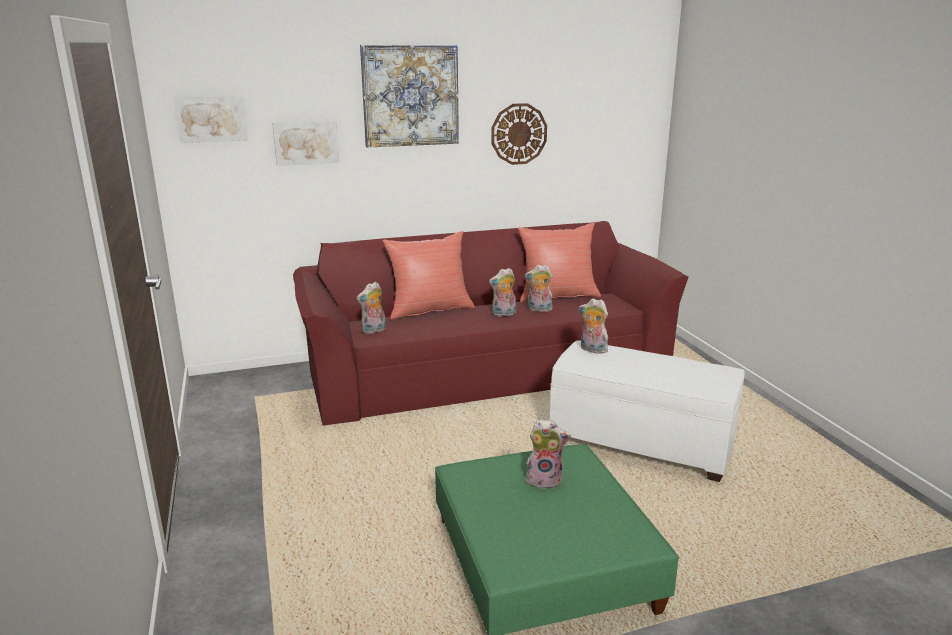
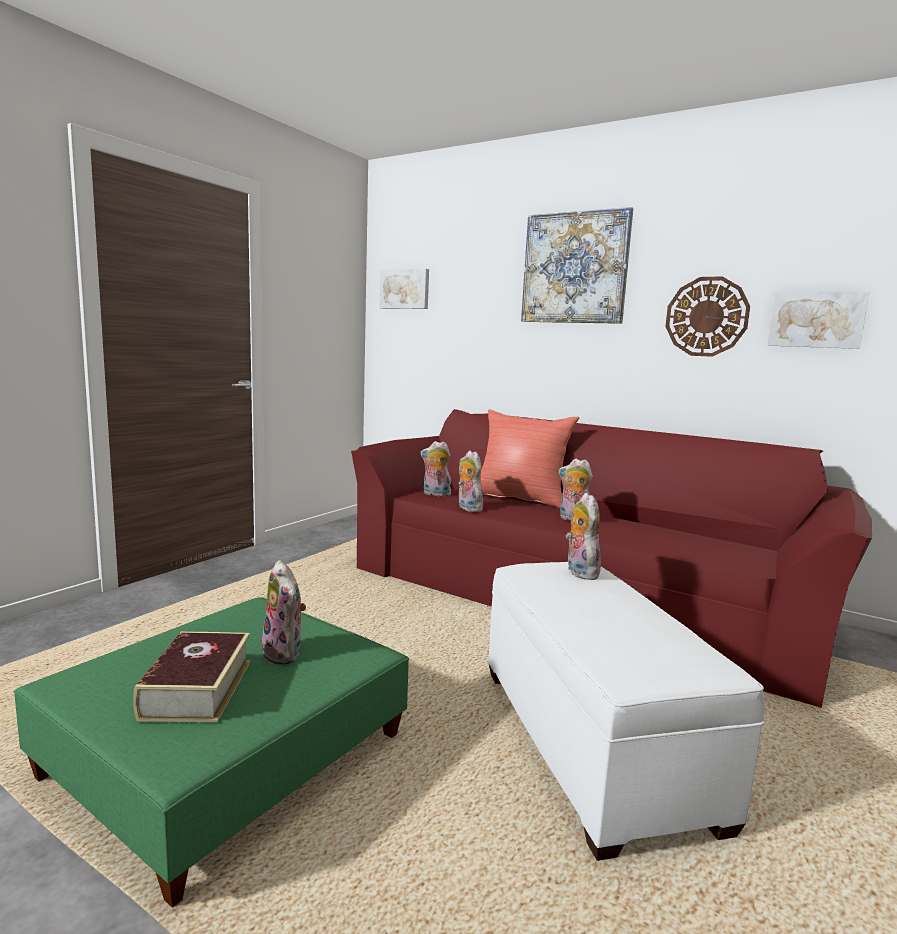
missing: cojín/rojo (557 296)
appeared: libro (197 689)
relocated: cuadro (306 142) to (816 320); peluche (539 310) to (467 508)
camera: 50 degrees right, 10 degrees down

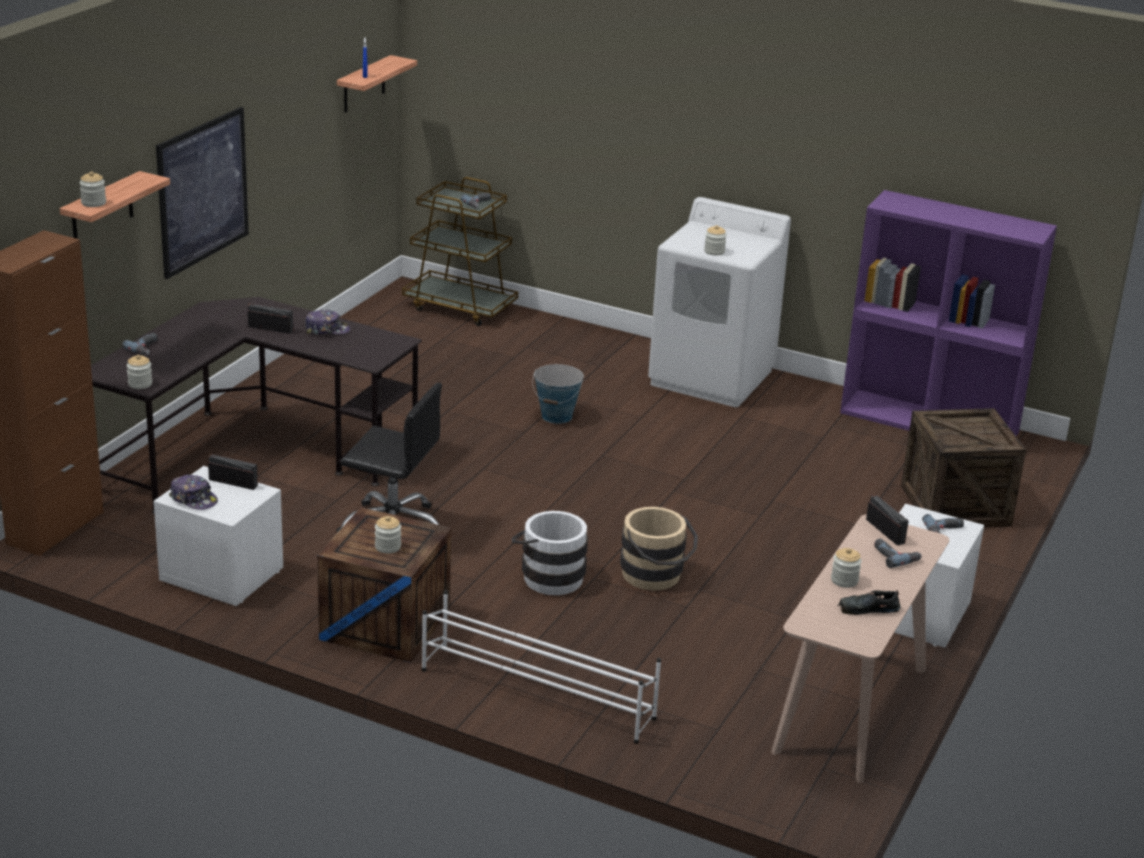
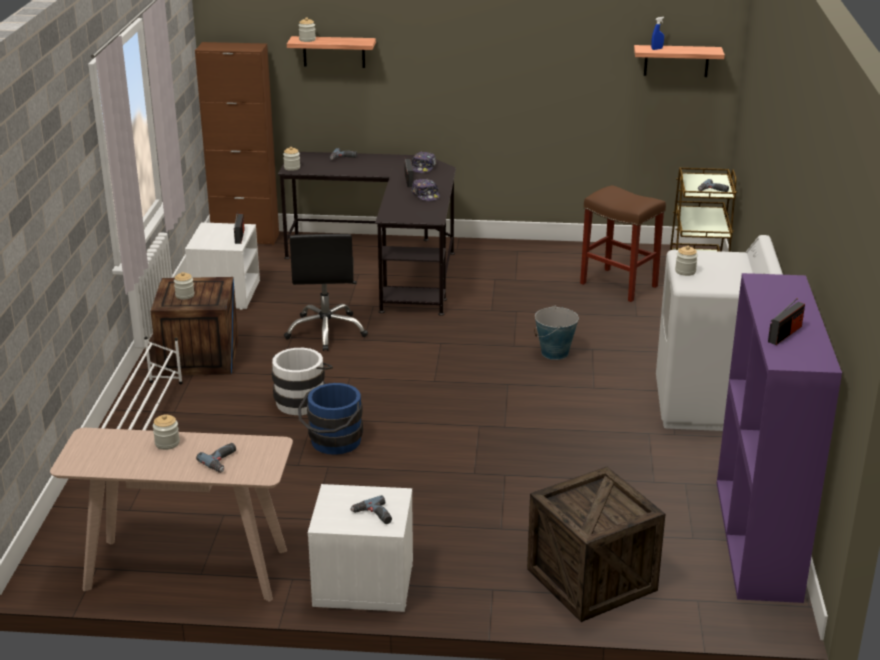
missing: cuadro (202 191); zapato/negro (867 609)
appeared: taburete/marrón (620 285)
relocated: gorra (194 499) to (423 167); radio (885 531) to (785 334)
colour: cubo/beis (655 577) to cubo/azul (333 443)
camera: 70 degrees right, 0 degrees up

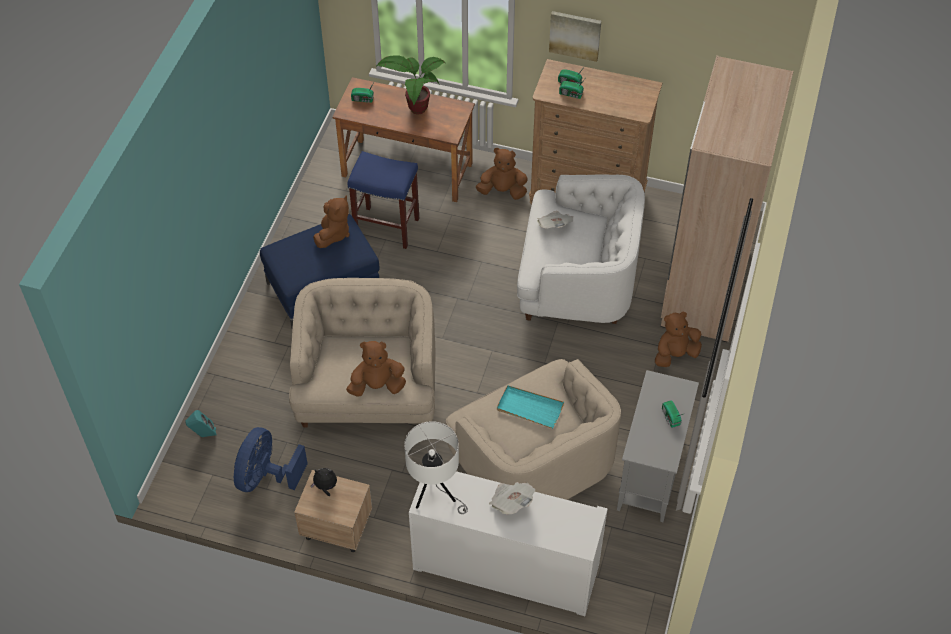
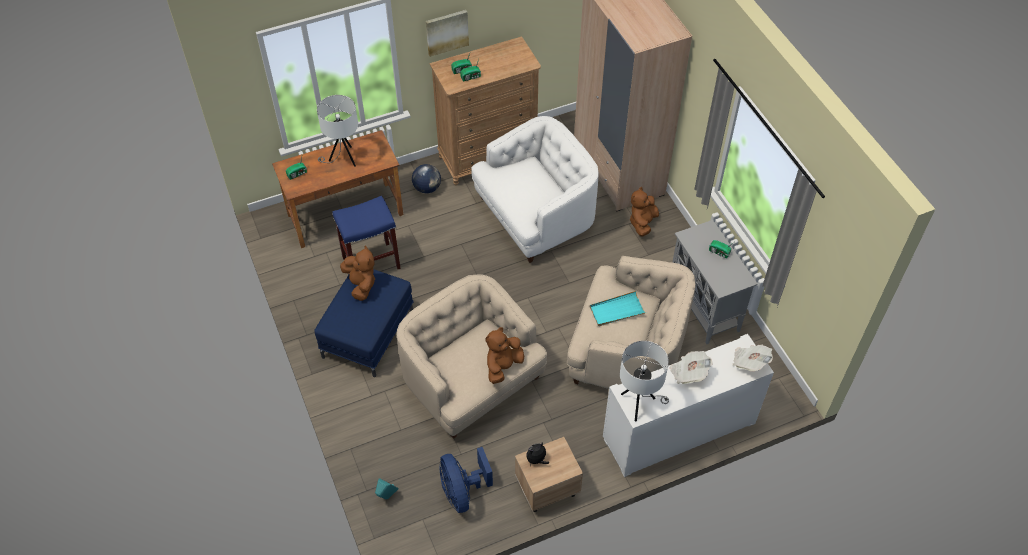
relocated: periódico (554 226) to (749 362)
exchanged: planta en maceta (415 109) to lámpara de mesa/blanco (343 158); peluche/marrón (502 191) to globo terráqueo (427 188)
camera: 40 degrees left, 0 degrees up

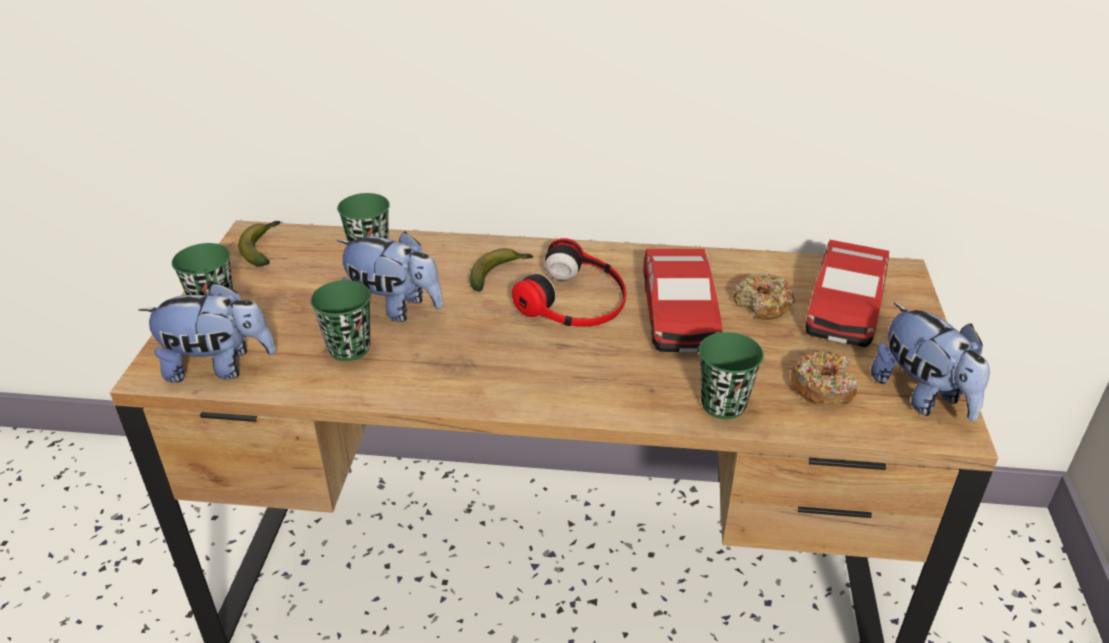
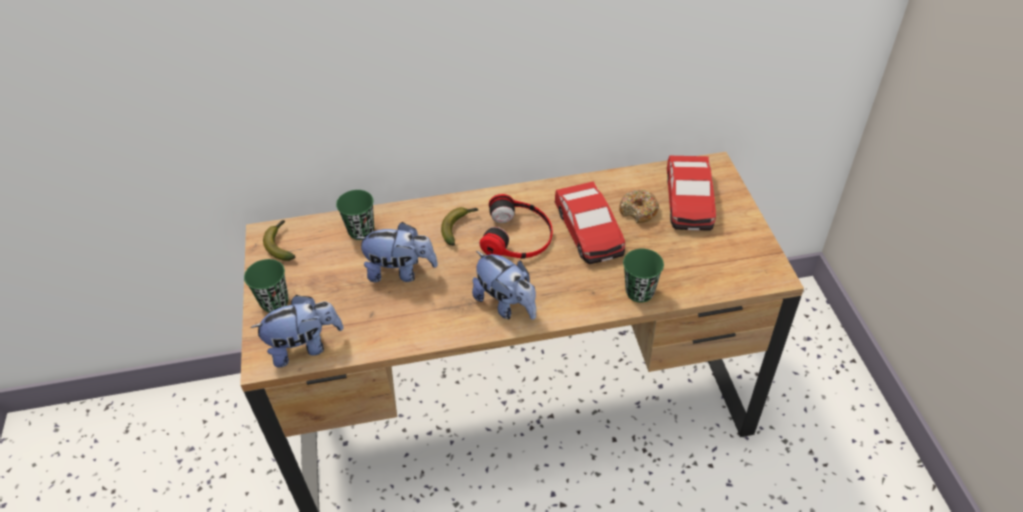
missing: taza/verde (349 348); rosquilla (822 387)
relocated: peluche (922 396) to (506 304)
camera: 15 degrees left, 10 degrees up

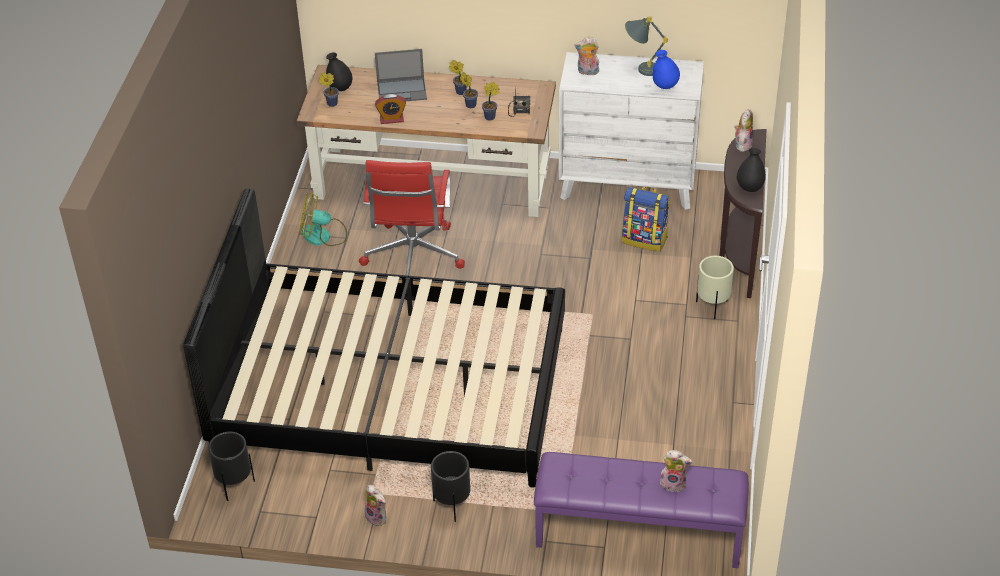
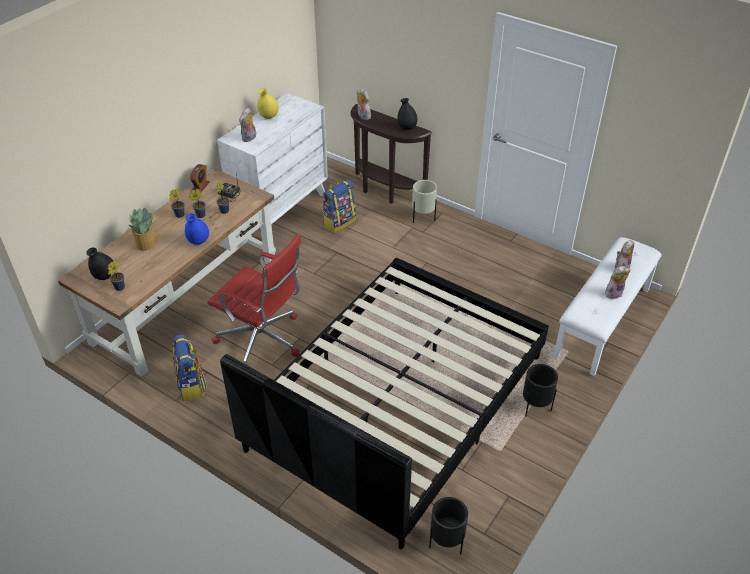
relocated: peluche (377 517) to (613 293); despertador (391 119) to (200 186); florero/azul (665 86) to (198 241)
exchanged: ventilador (323 236) to mochila (191 385); portátil (402 90) to planta en maceta (145 243); lámpara de mesa/gris (640 68) to florero/amarillo (268 117)
colour: banco/morado (638 534) to banco/blanco (603 322)
camera: 65 degrees left, 0 degrees up

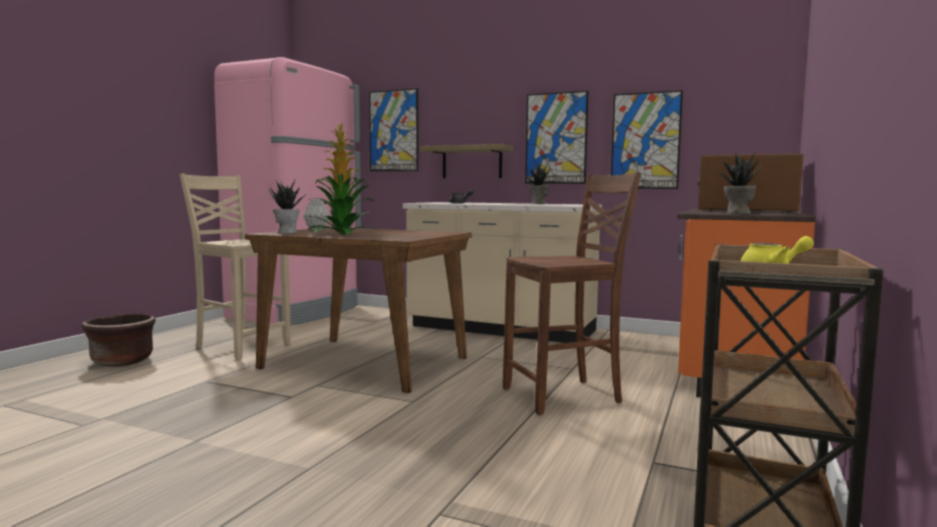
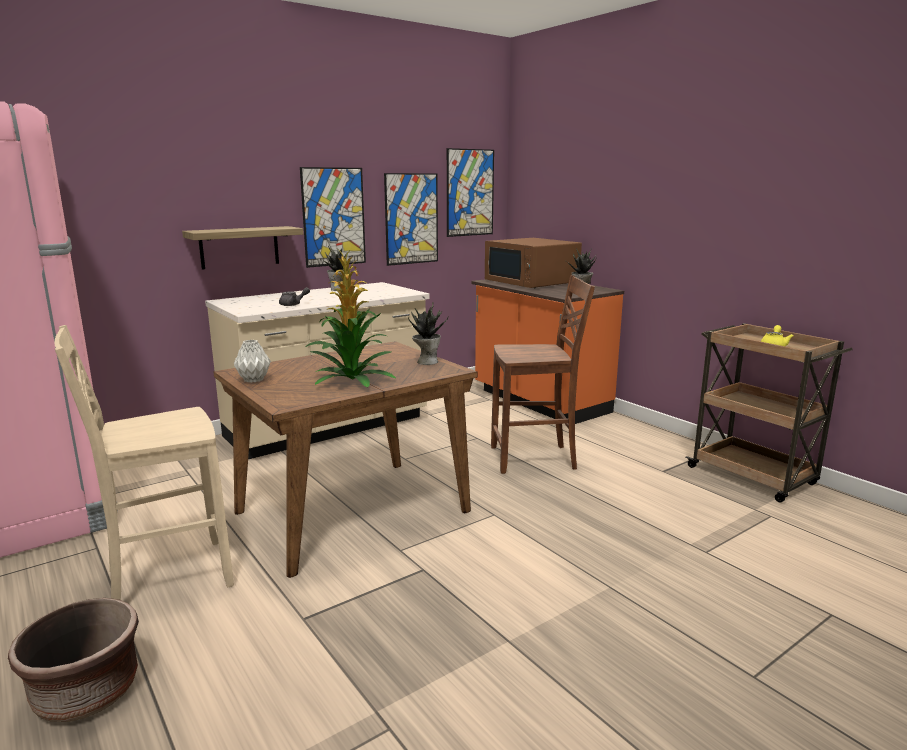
relocated: planta en maceta (287 233) to (426 361); cuadro (393 131) to (470 193)
spun: silla/marrón (564 396) = (535 459) 75 degrees clockwise
camera: 60 degrees left, 10 degrees up

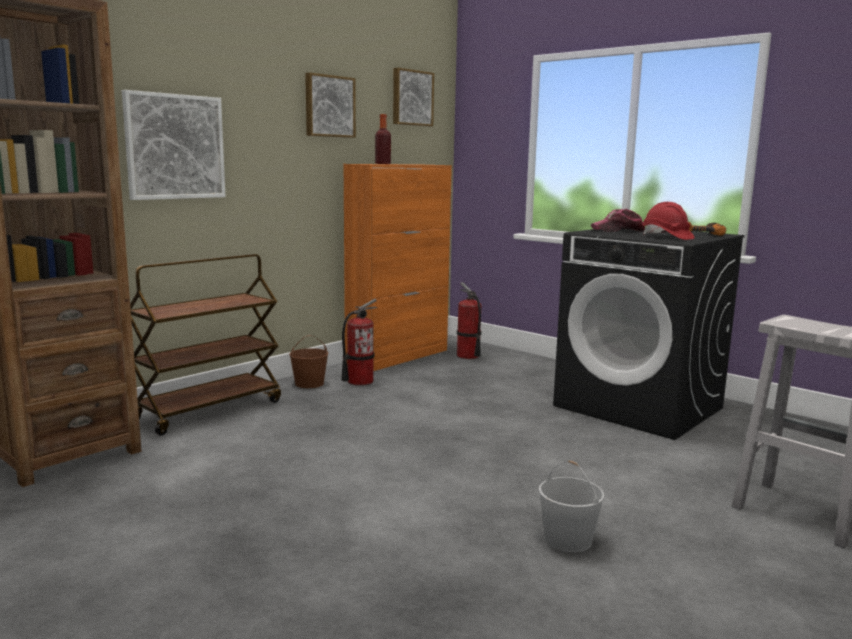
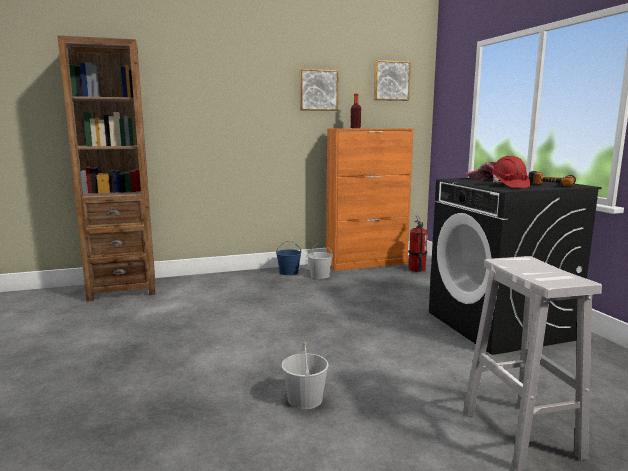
missing: cuadro (174 147); carrito/marrón (209 410)
exchanged: extintor (359 381) to cubo/blanco (320 275)
colour: cubo/marrón (309 383) to cubo/azul (289 272)
camera: 30 degrees right, 0 degrees up

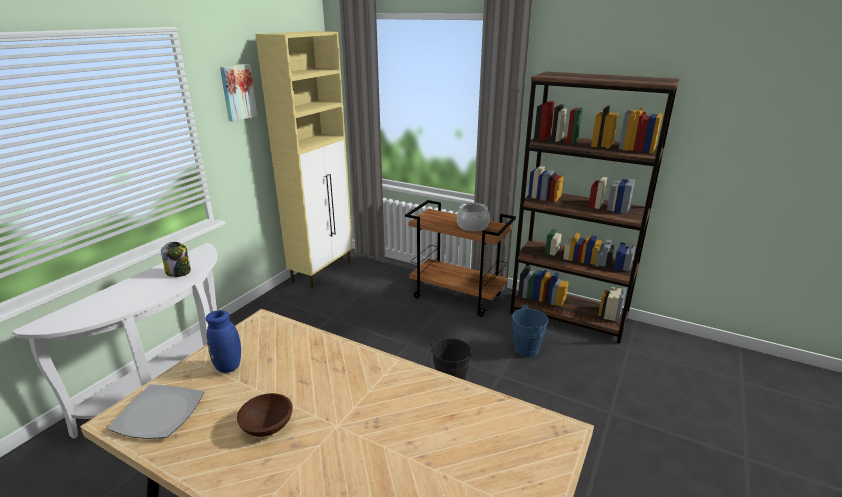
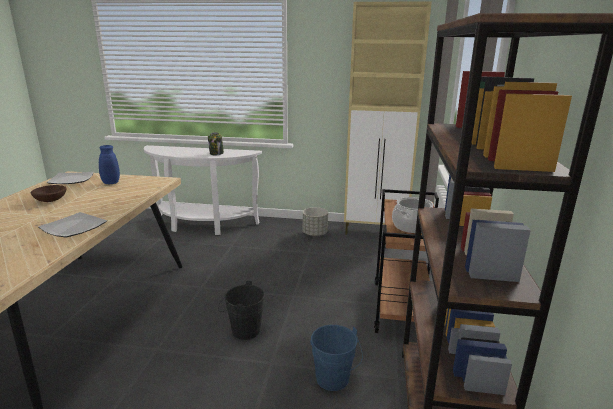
missing: cuadro (237 92)
appeared: plato (74 227); maceta/gris (314 234)
camera: 70 degrees right, 5 degrees down

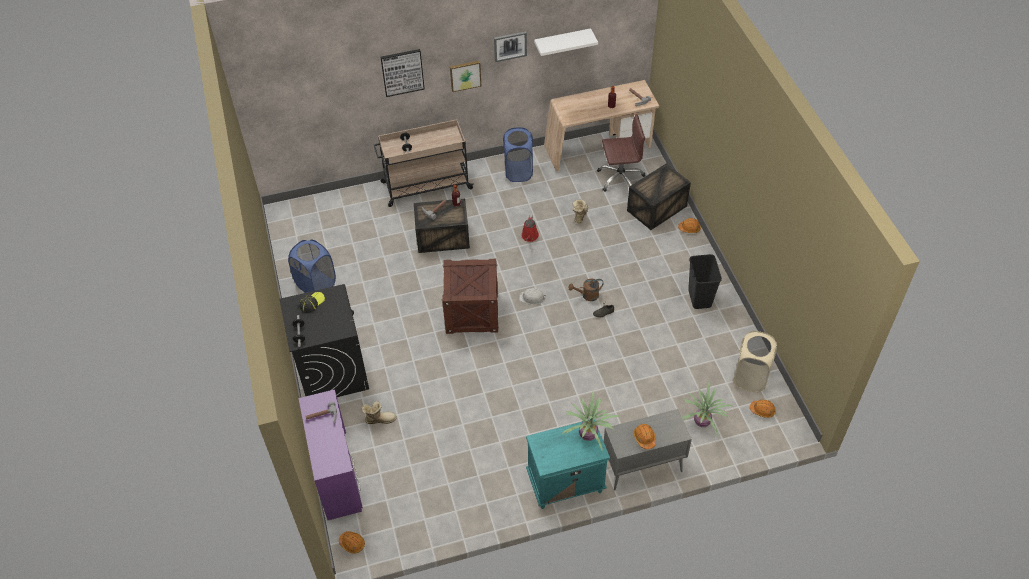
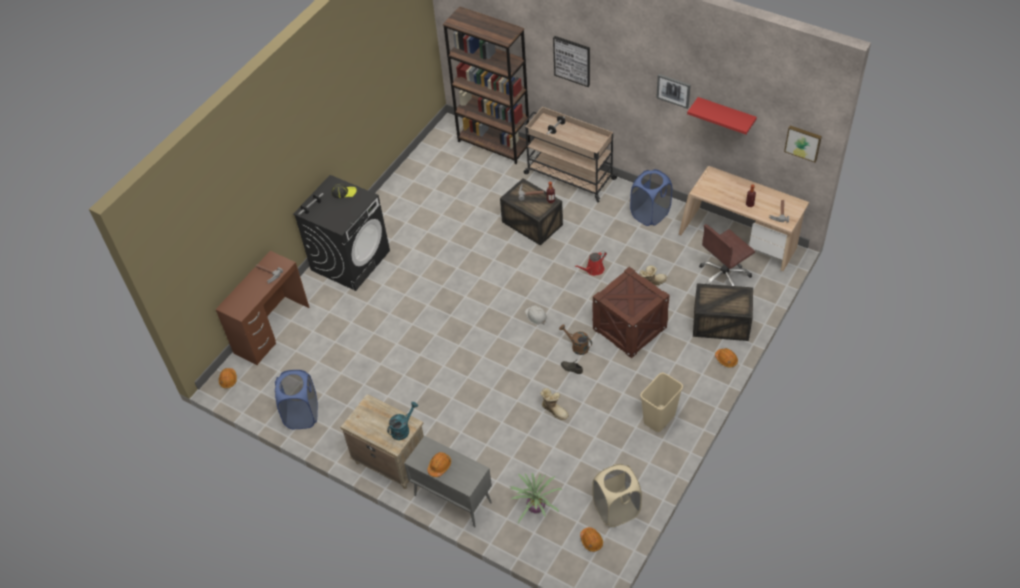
appeared: estantería/marrón (494 144)
relocated: cesto de la ropa/azul (316 284) to (302 415); bota (379 419) to (554 410); caja de embalaje (472 312) to (629 328); cuadro (465 75) to (803 142)
exchanged: planta en maceta (588 436) to regadera/turquesa (403 429)
colour: escritorio/morado (336 475) to escritorio/marrón (271 329); mesita de noche/turquesa (565 484) to mesita de noche/beis (390 461); estante/blanco (562 42) to estante/rojo (726 115); papelera/negro (700 298) to papelera/beis (659 419)
spun: silla de oficina/marrón (620 178) = (723 277) 105 degrees clockwise
camera: 50 degrees right, 0 degrees up

